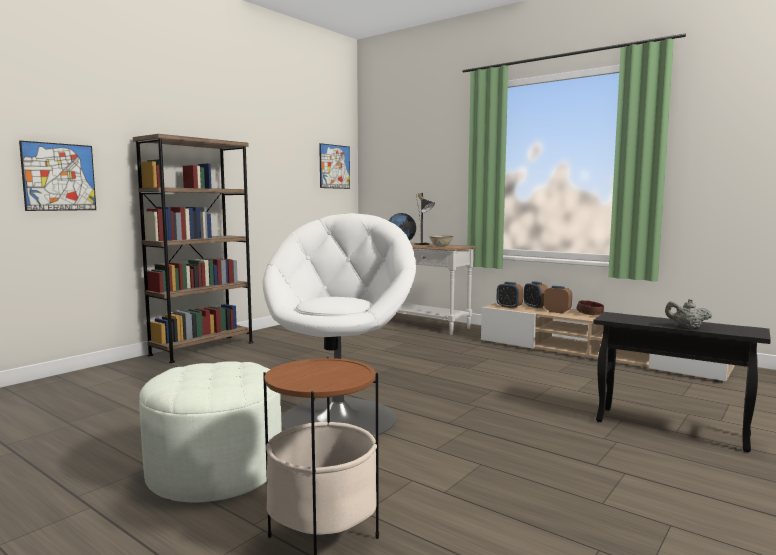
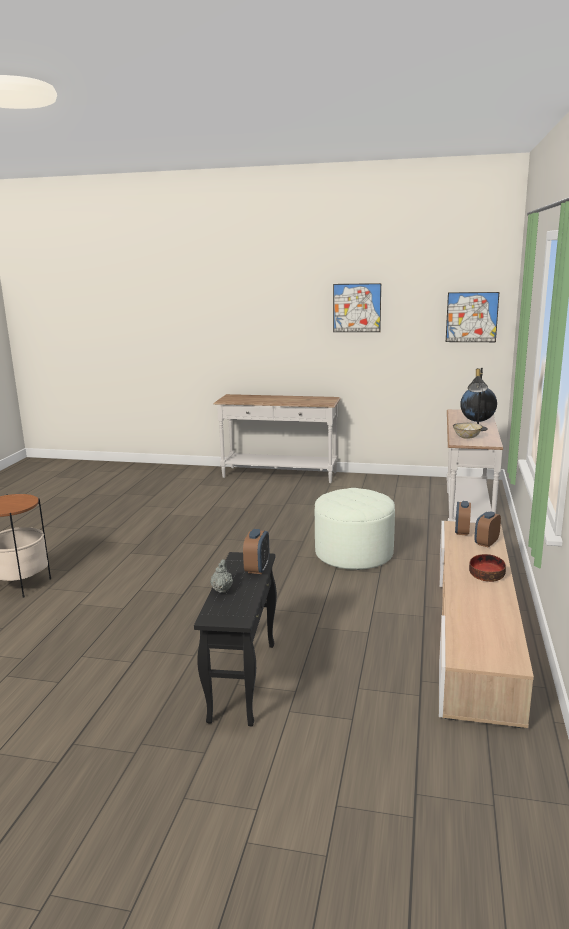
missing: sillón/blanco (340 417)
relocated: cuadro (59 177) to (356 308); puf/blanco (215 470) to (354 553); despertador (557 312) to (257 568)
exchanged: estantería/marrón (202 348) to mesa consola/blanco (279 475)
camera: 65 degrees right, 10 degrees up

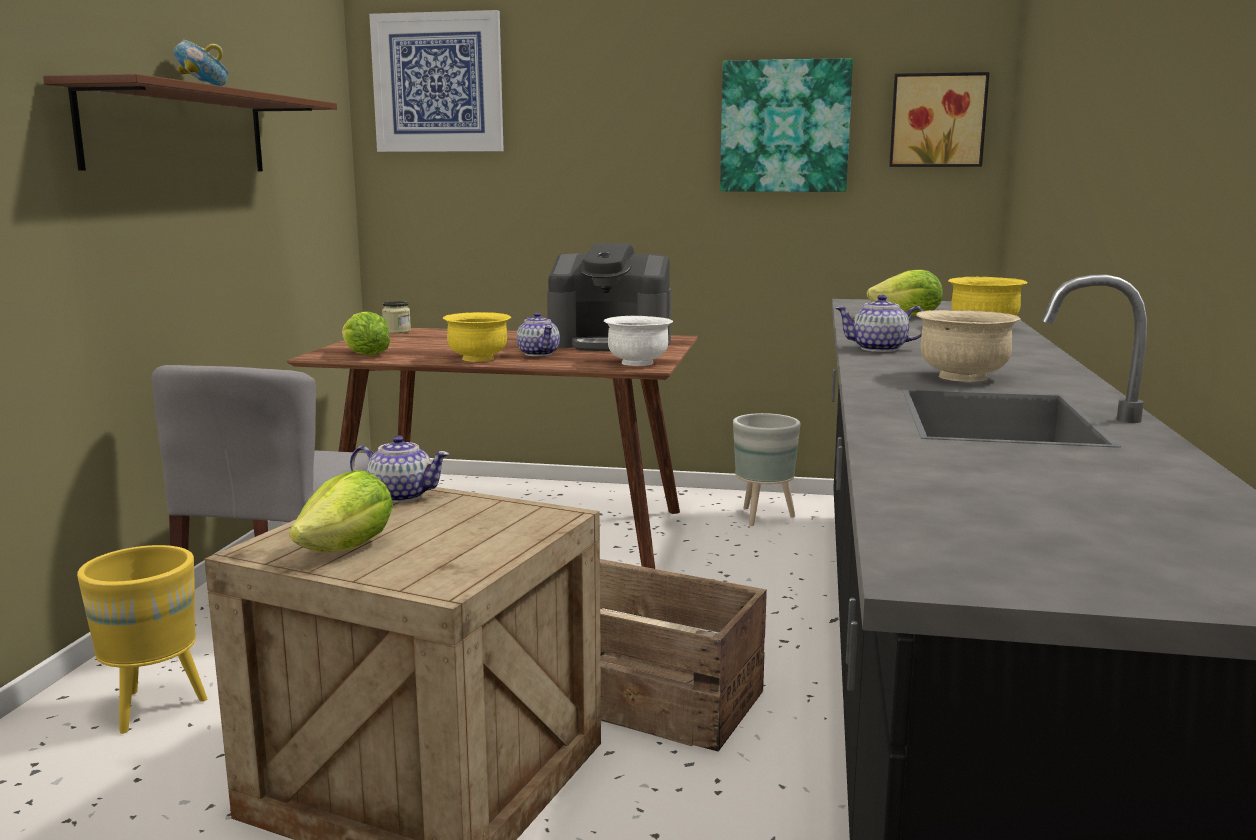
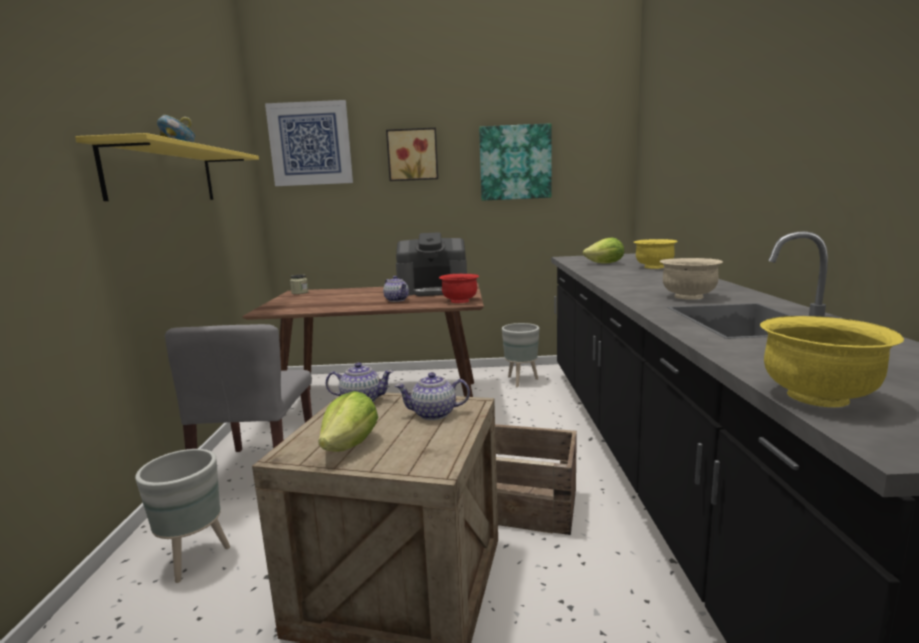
missing: lechuga (365 355)
relocated: cuenco/amarillo (478 359) to (818 397); tetera (879 349) to (434 414); cuadro (937 120) to (412 155)
colour: estante/marrón (178 131) to estante/amarillo (163 175); maceta/amarillo (155 707) to maceta/gris (195 558); cuenco/blanco (638 363) to cuenco/rojo (460 301)
camera: 10 degrees left, 0 degrees up

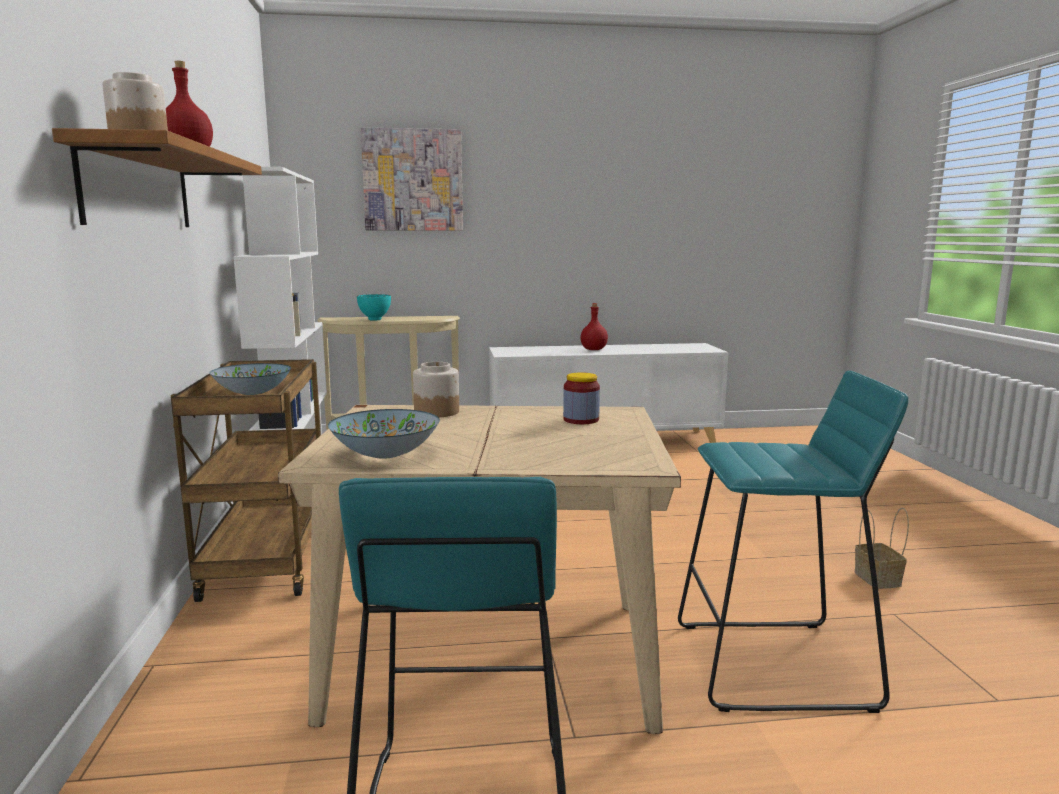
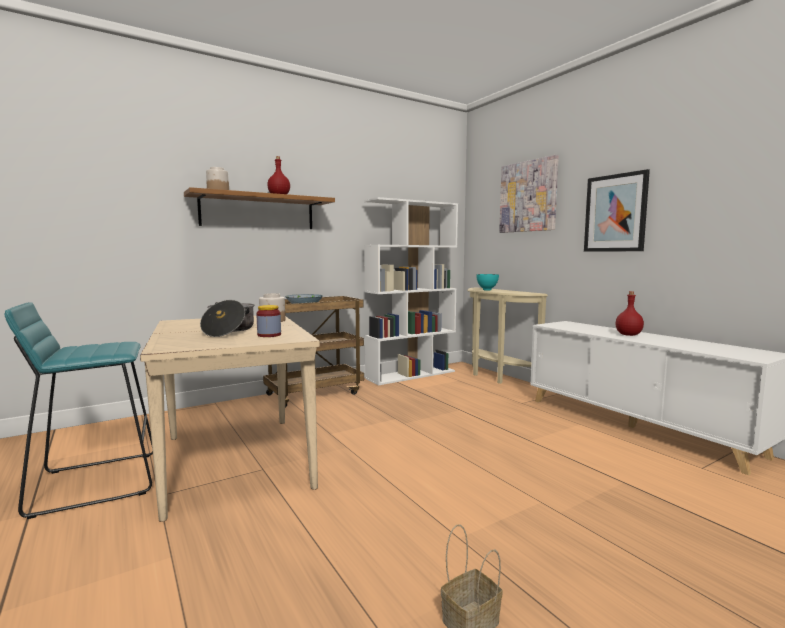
missing: cuenco (385 454); taburete/turquesa (775 665)
appeared: olla (229 330); cuadro (615 213)
camera: 65 degrees right, 5 degrees down

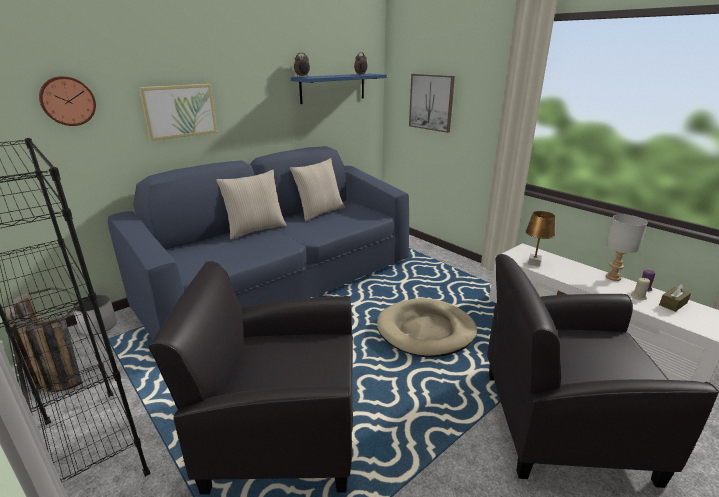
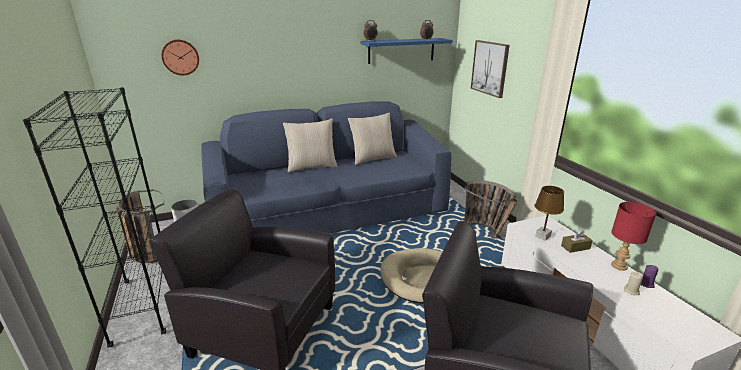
missing: cuadro (180 111)
appeared: cesta (488 234)
relocated: caja de pañuelos/marrón (673 304) to (575 247)
colour: lámpara de mesa/gris (612 277) to lámpara de mesa/rojo (619 265)
camera: 20 degrees right, 0 degrees up

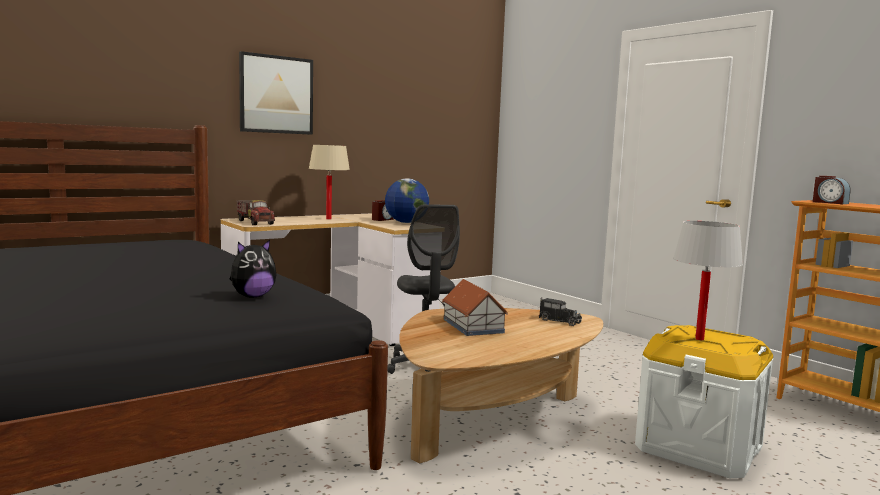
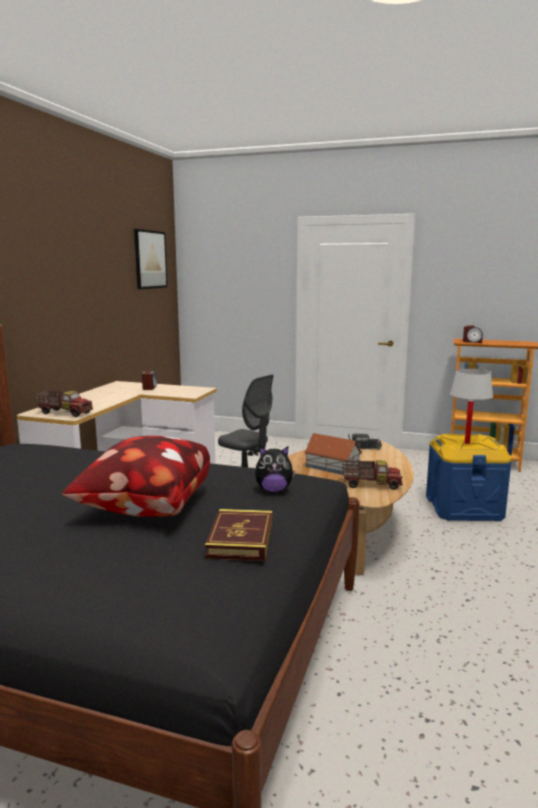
missing: lámpara de mesa/beis (328 219); globo terráqueo (406 222)
appeared: cojín (144 508); libro (240 539); camión de juguete (370 484)
relocated: cuadro (276 94) to (150 259)
colour: caja de almacenaje/blanco (698 447) to caja de almacenaje/azul (463 507)
spun: peluche (252 296) = (274 490) 75 degrees clockwise
camera: 35 degrees left, 5 degrees up

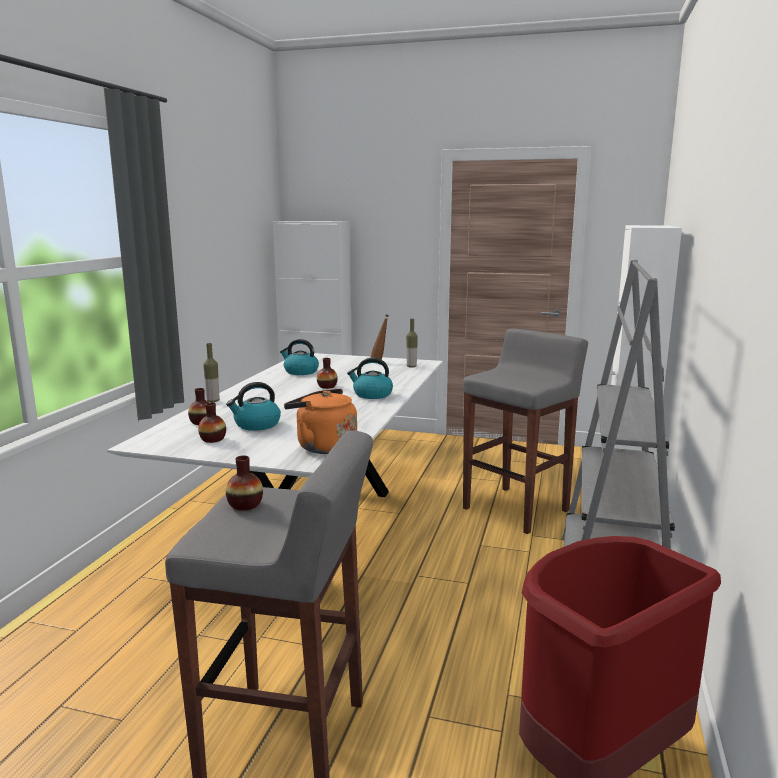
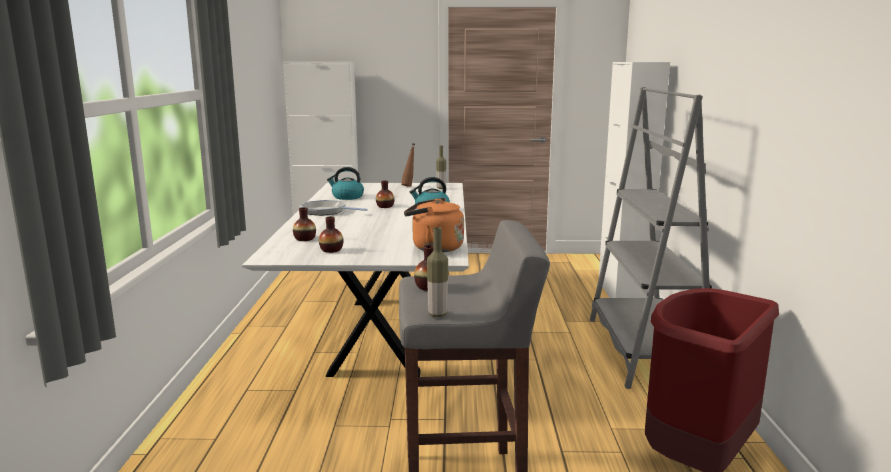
missing: hervidor (256 425); taburete/gris (517 509)
appeared: sartén (326 211)
relocated: botella (213 401) to (437 314)
camera: 15 degrees left, 0 degrees up

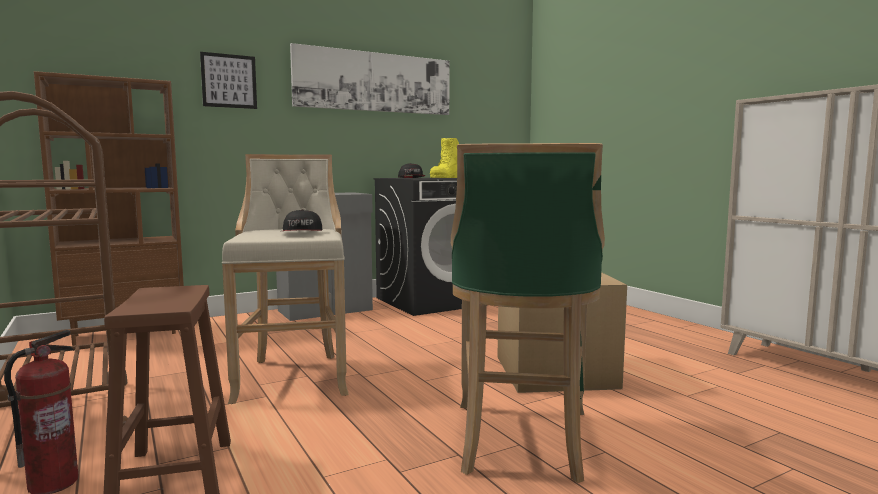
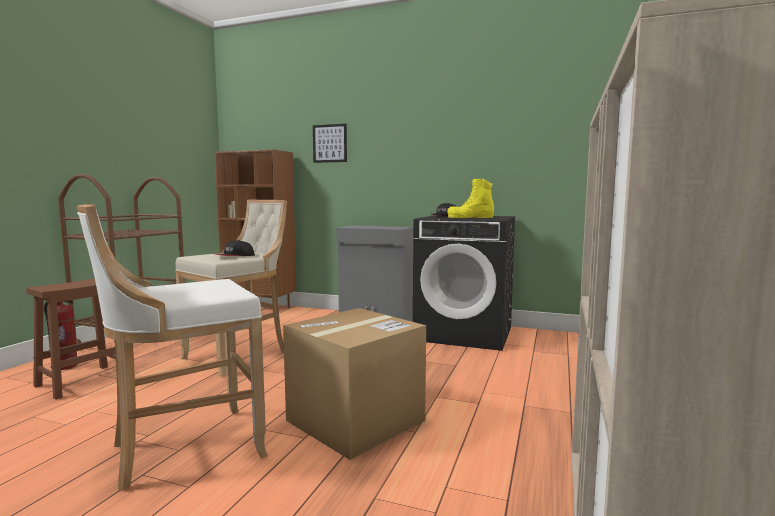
missing: cuadro (375 82)
colour: taburete/verde (521 442) to taburete/blanco (183 449)
camera: 50 degrees right, 0 degrees up

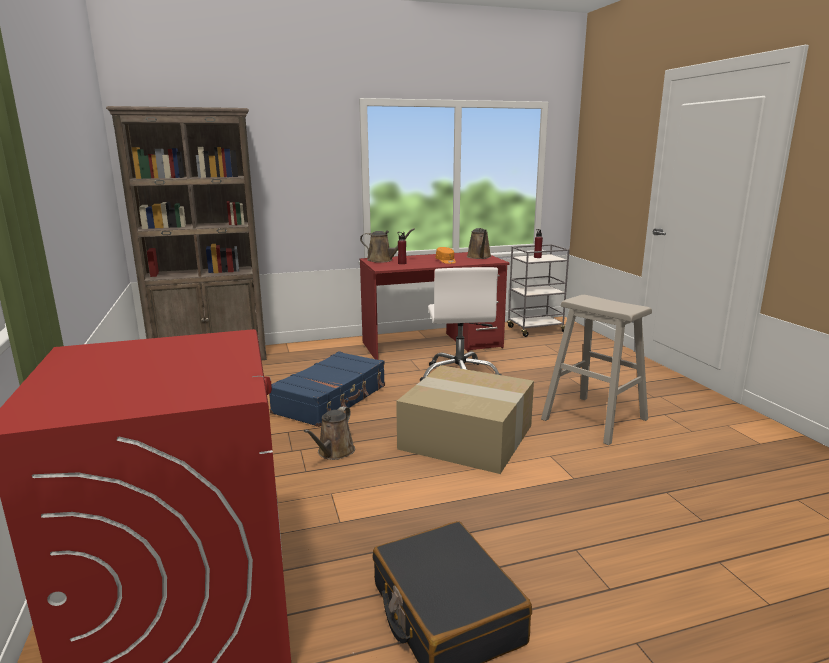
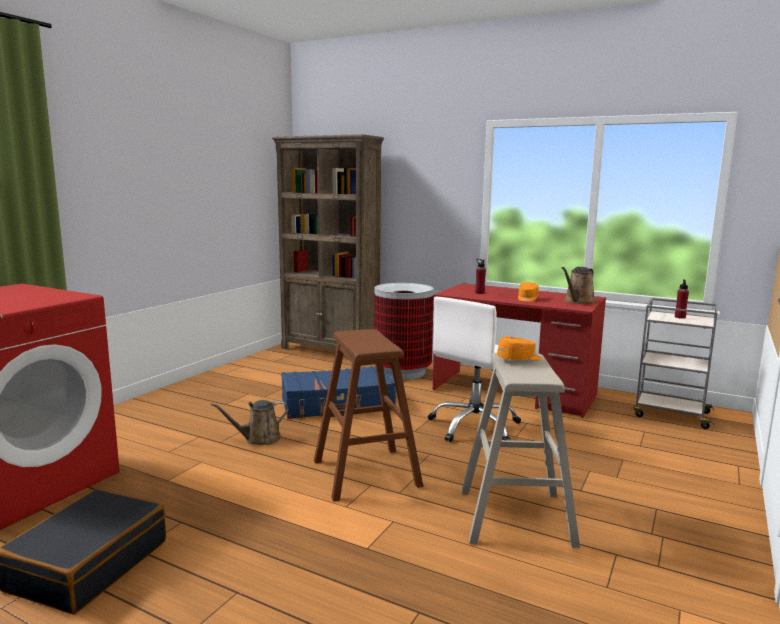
missing: regadera/marrón (382 260)
appeared: papelera (402 372); gorra/naranja (519 359)
exchanged: caja de cartón (469 436) to taburete/marrón (366 473)
camera: 45 degrees right, 5 degrees down

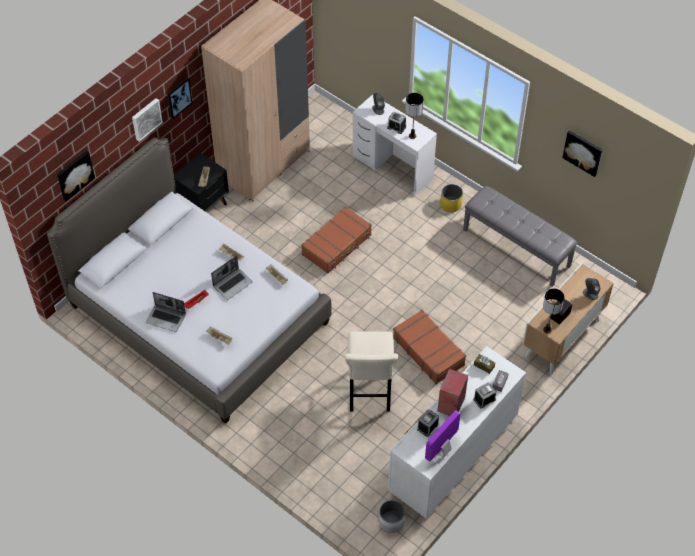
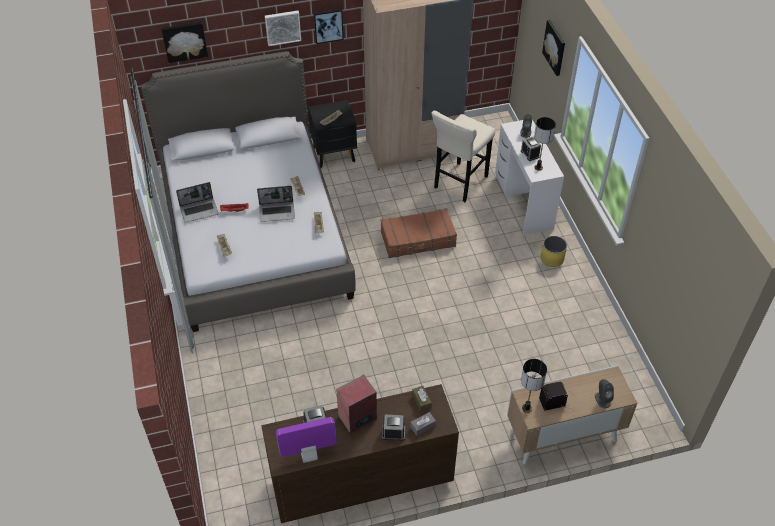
missing: maceta/blanco (391 521); maleta/marrón (429 351); banco/gris (517 247)
relocated: taburete/beis (369 393) to (459 184); cuadro (583 152) to (555 47)
colour: cómoda/blanco (452 455) to cómoda/marrón (360 481)
spun: portátil (166 318) = (199 210) 75 degrees counterclockwise
camera: 35 degrees right, 5 degrees down

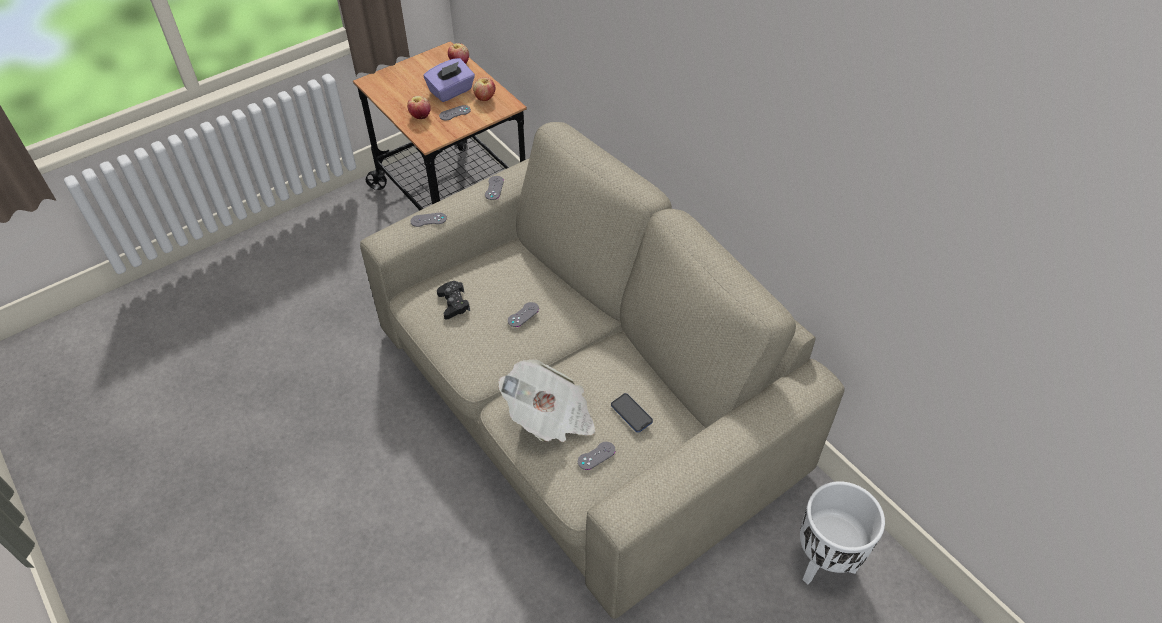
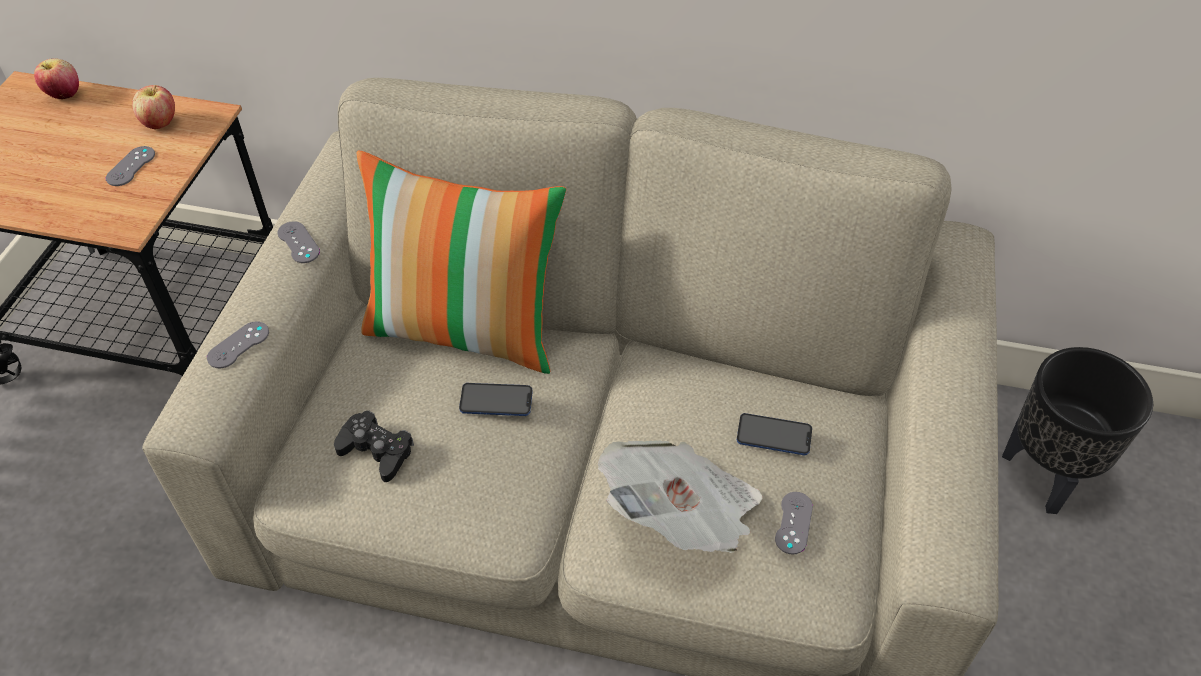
missing: manzana (420 116); caja de pañuelos/morado (451 91)
appeared: cojín (466 330)
exchanged: mando de consola/gris (523 314) to móvil (496 401)
colour: maceta/blanco (825 562) to maceta/negro (1046 475)
camera: 40 degrees left, 0 degrees up

